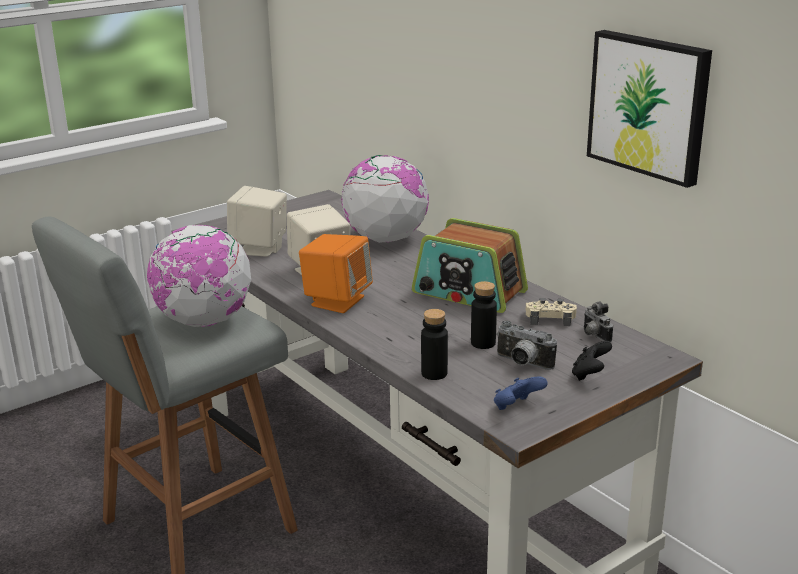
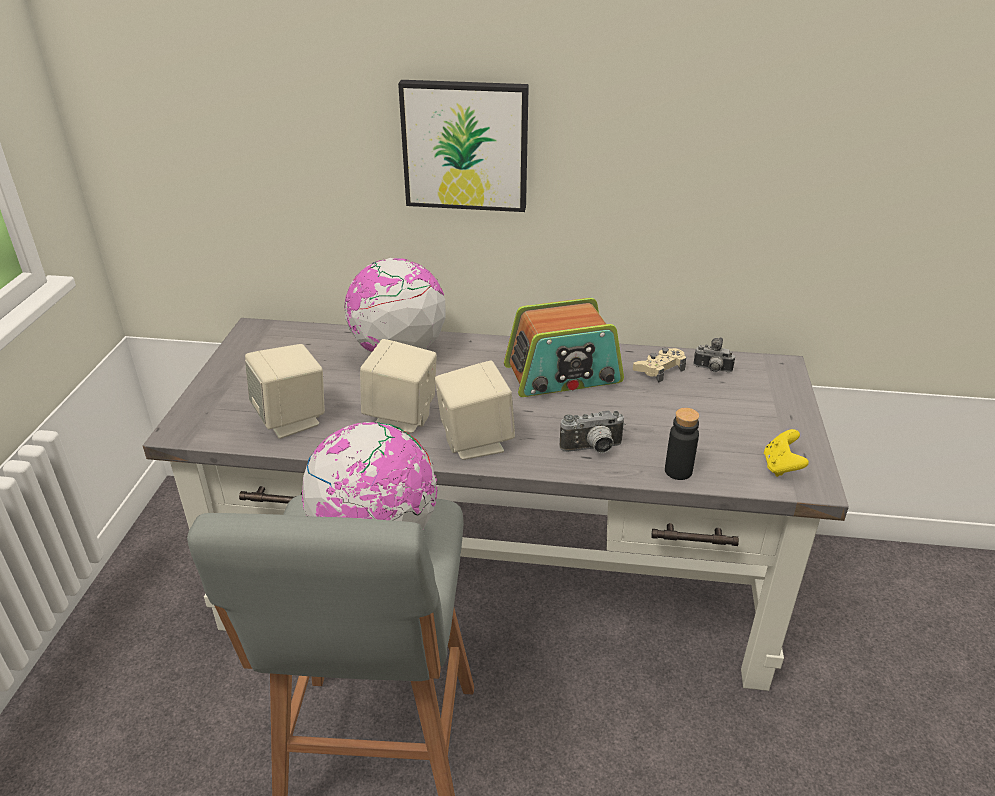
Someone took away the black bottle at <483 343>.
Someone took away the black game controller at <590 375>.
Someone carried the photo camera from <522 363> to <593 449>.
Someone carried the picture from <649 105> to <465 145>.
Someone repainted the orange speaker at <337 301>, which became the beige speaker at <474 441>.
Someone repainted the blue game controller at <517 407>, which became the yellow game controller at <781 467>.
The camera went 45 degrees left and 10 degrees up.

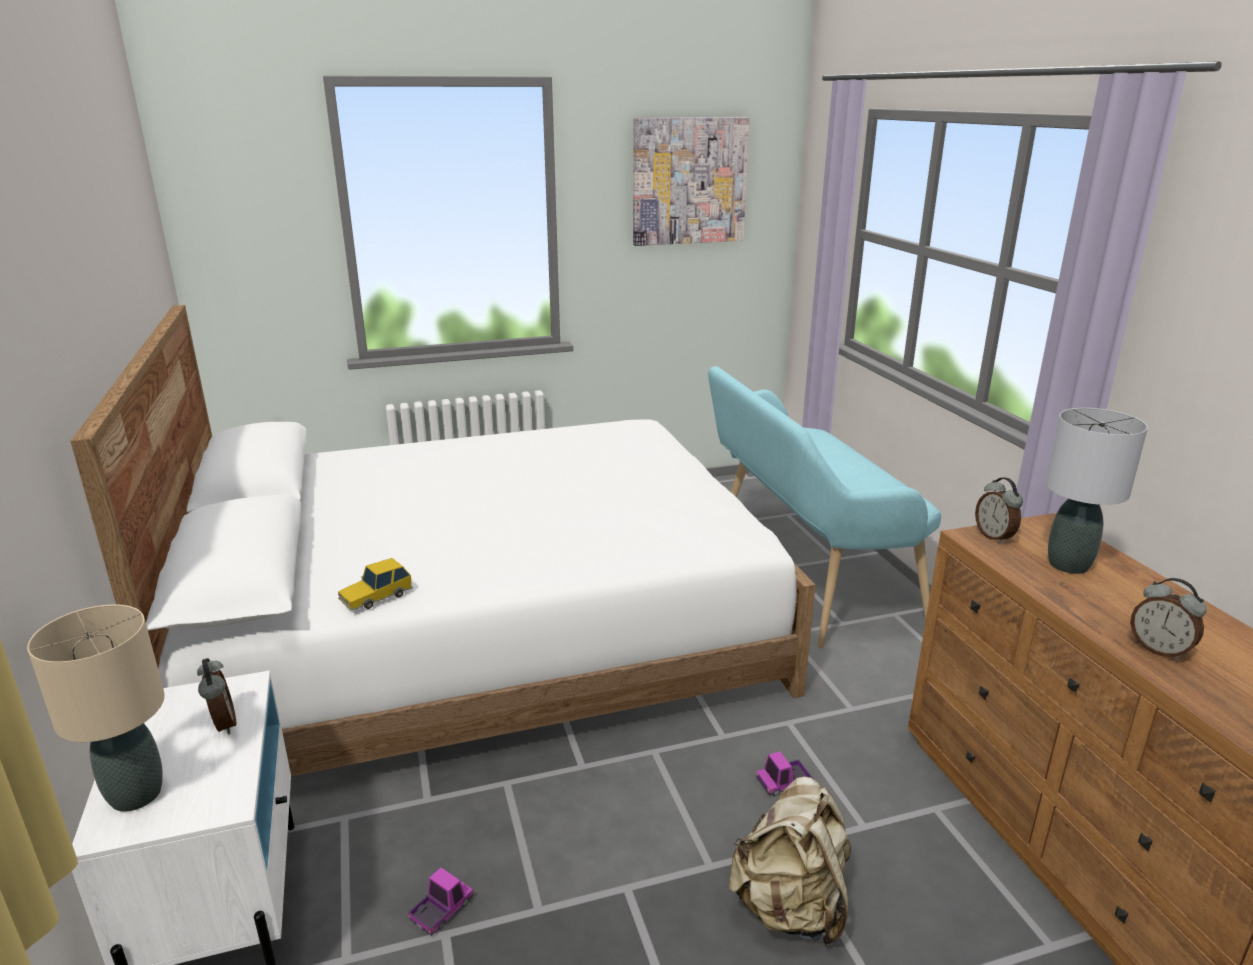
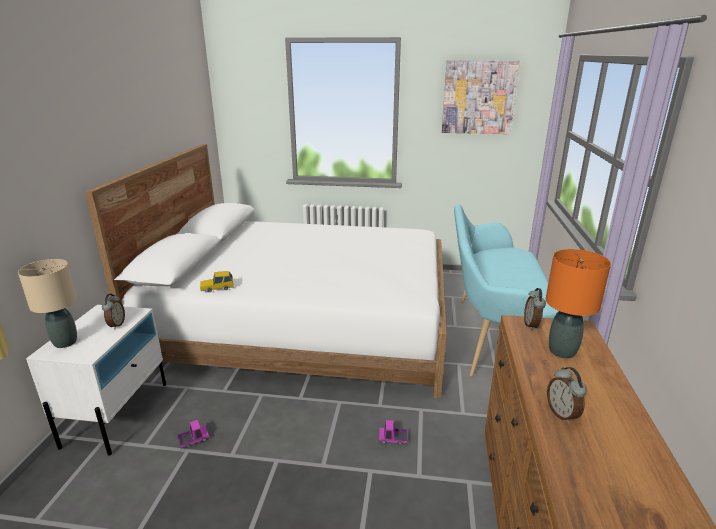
Someone took away the beige backpack at <790 908>.
Someone repainted the grey table lamp at <1067 564>, which became the orange table lamp at <561 351>.
The camera went 25 degrees right and 0 degrees up.

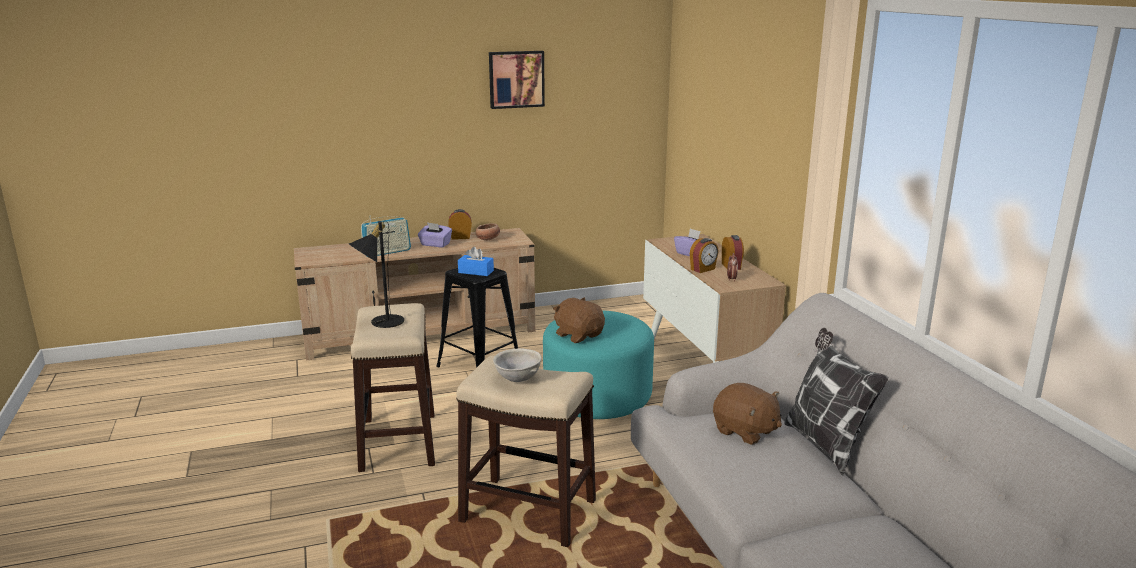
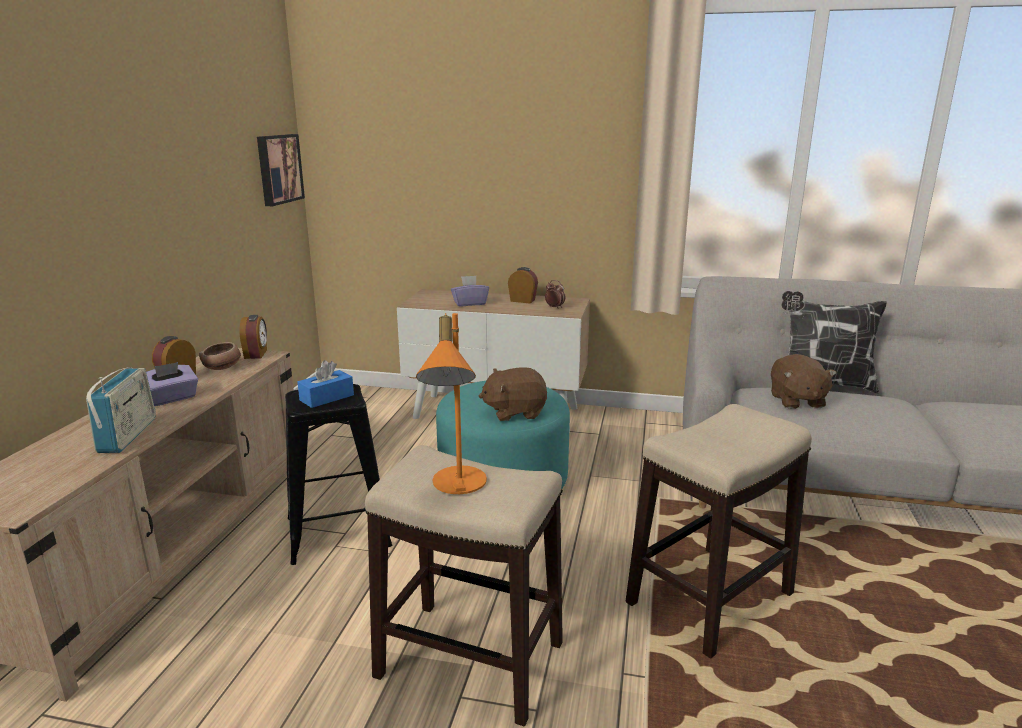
Someone took away the grey bowl at <517 379>.
Someone carried the picture from <516 79> to <278 169>.
Someone carried the alarm clock from <703 269> to <256 354>.
Someone repainted the black table lamp at <380 322>, which became the orange table lamp at <455 485>.
Someone rotated the brown plush toy at <745 431> by 105 degrees clockwise.
The camera went 60 degrees left and 0 degrees up.

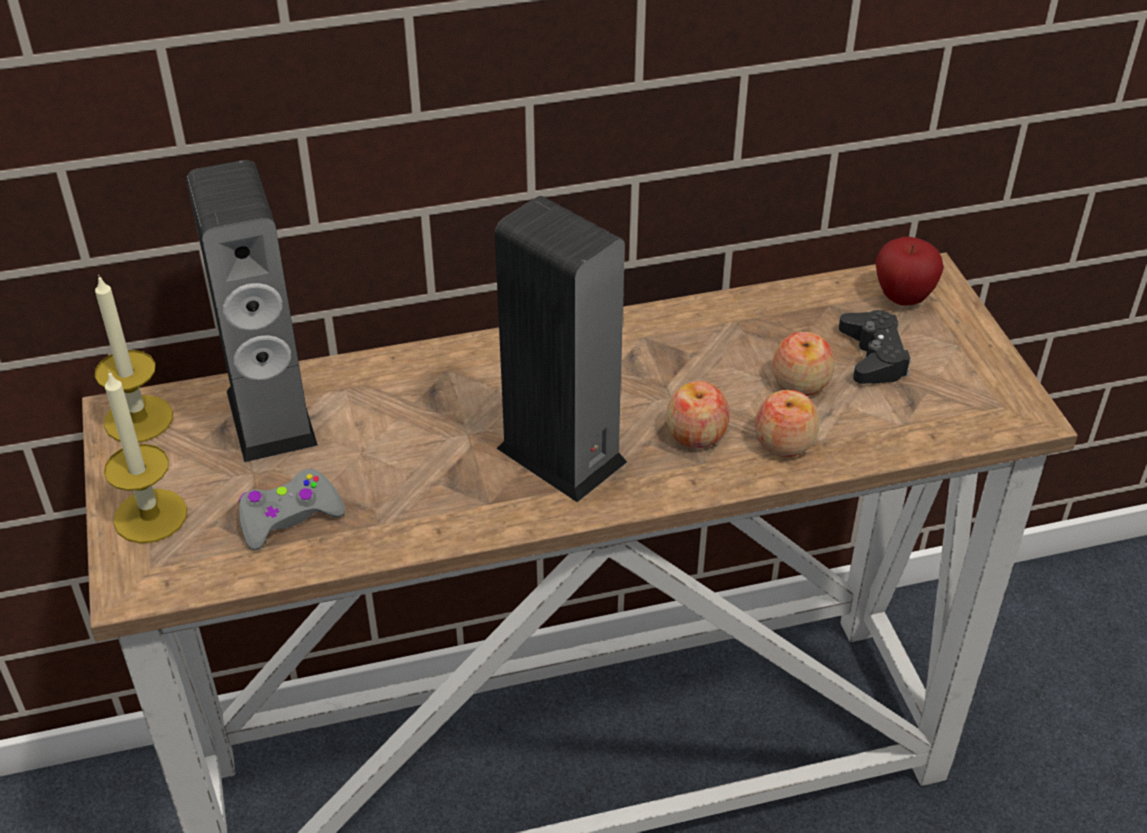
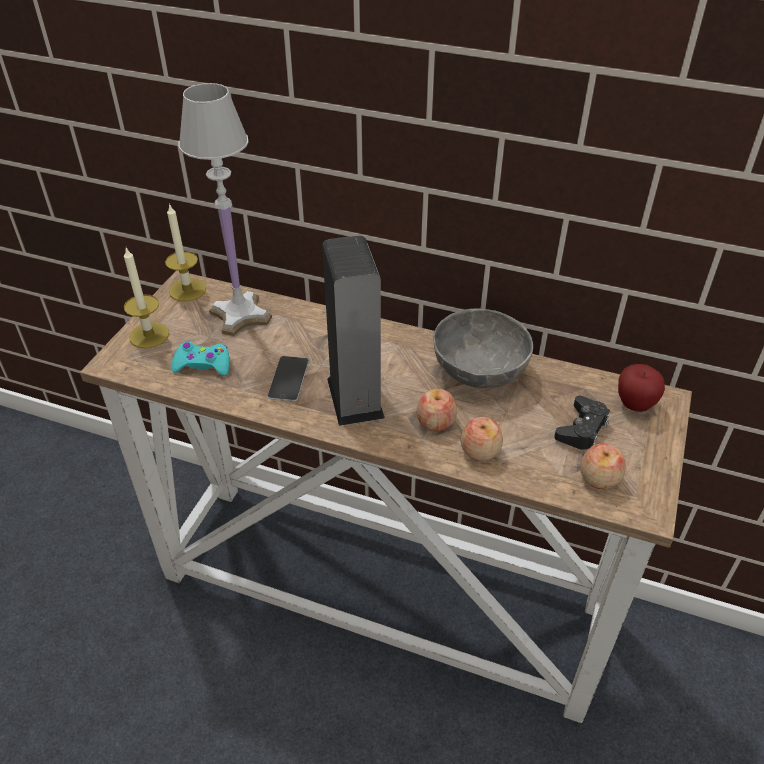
Someone put down the phone at <288 378>.
Someone put down the grey bowl at <479 370>.
Someone carried the apple from <800 383> to <599 478>.
Someone swapped the speaker at <271 417> for the white table lamp at <241 315>.
Someone repainted the grey game controller at <289 517>, which became the turquoise game controller at <203 365>.
The camera went 35 degrees right and 0 degrees up.

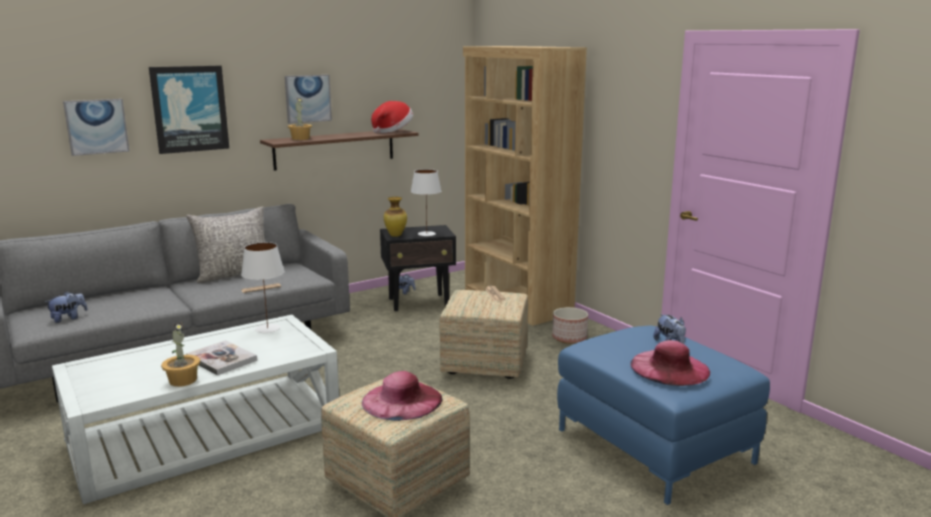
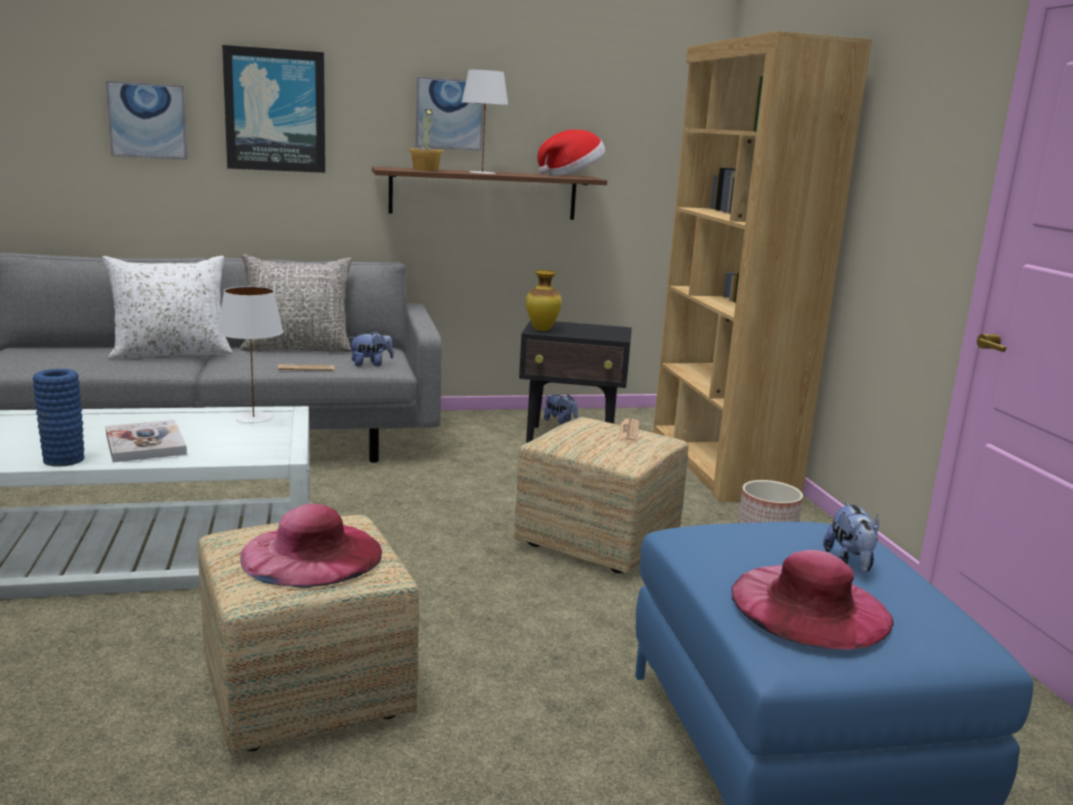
Someone put down the white pillow at <171 354>.
Someone carried the plush toy from <68 318> to <370 364>.
Someone carried the white table lamp from <426 234> to <482 173>.
Someone swapped the potted plant at <182 380> for the blue vase at <64 459>.
The camera went 20 degrees right and 0 degrees up.

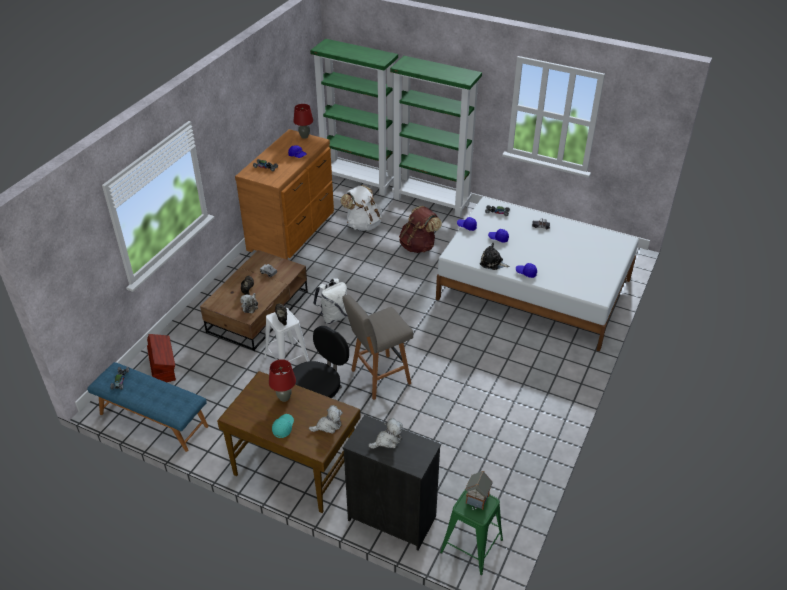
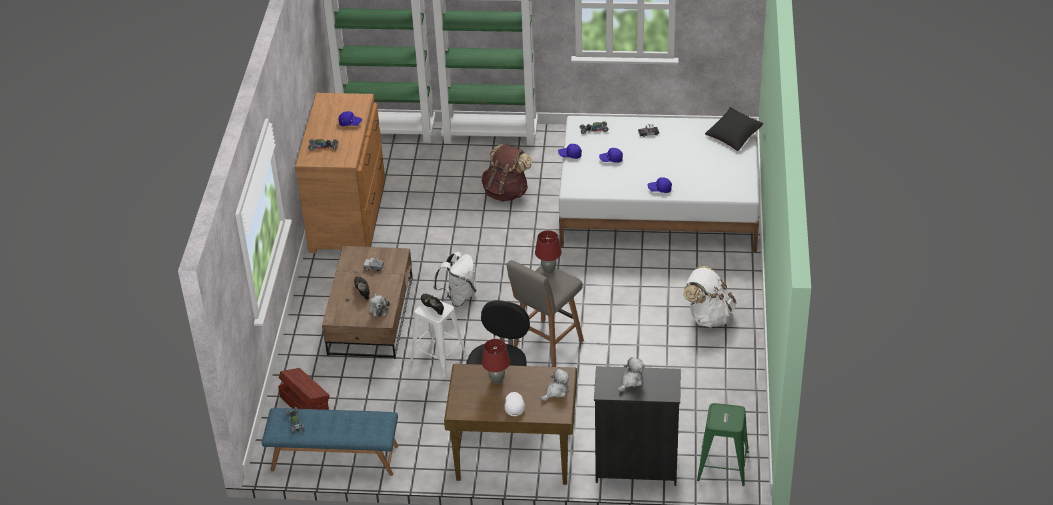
Someone took away the toy house at <477 500>.
Someone took away the plush toy at <492 263>.
Someone put down the black pillow at <733 135>.
Someone carried the red table lamp from <304 136> to <548 270>.
Someone carried the white backpack from <363 224> to <708 316>.
Someone repainted the turquoise cap at <283 428>, which became the white cap at <514 406>.
The camera went 20 degrees left and 0 degrees up.

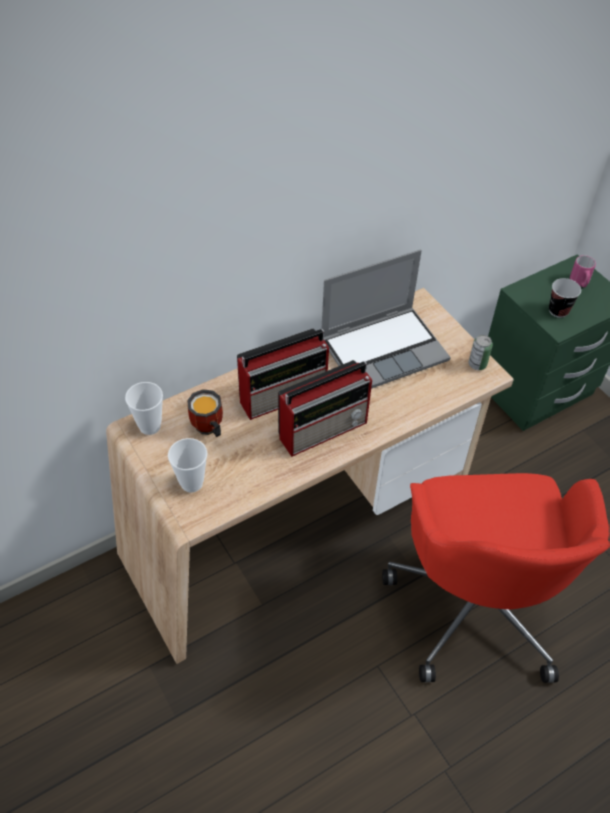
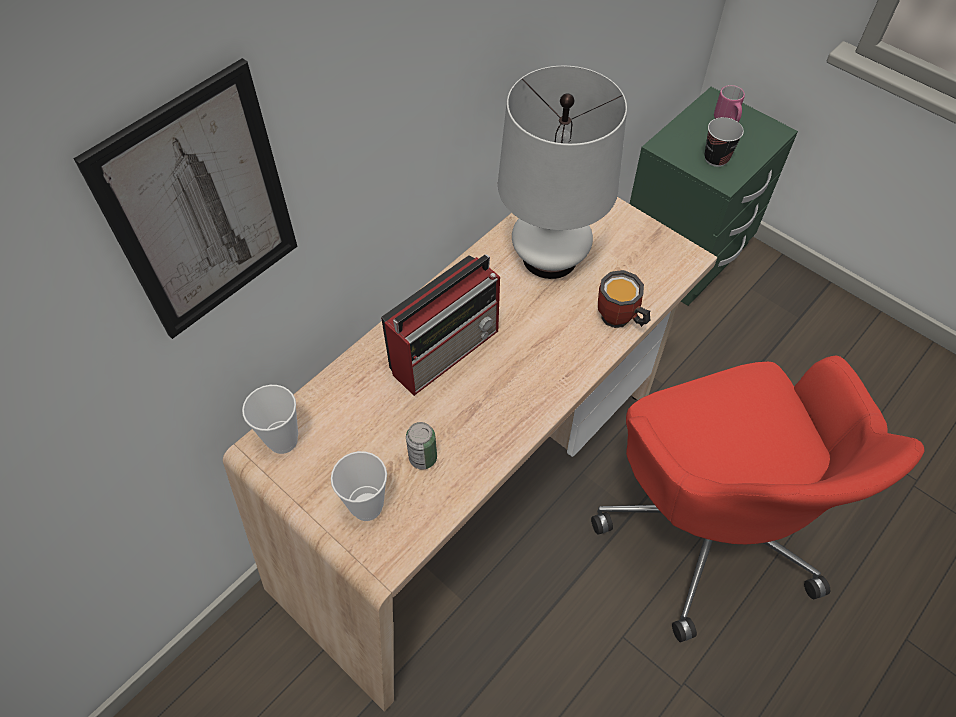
Someone took away the radio at <324 428>.
Someone put up the picture at <202 208>.
Someone carried the mug from <207 429> to <618 321>.
Someone carried the can from <477 364> to <423 458>.
Someone swapped the laptop at <384 349> for the white table lamp at <549 257>.
The camera went 15 degrees left and 5 degrees up.

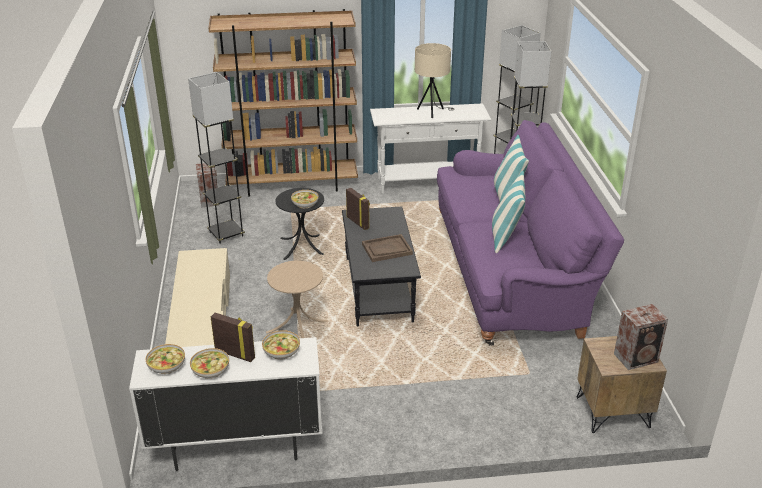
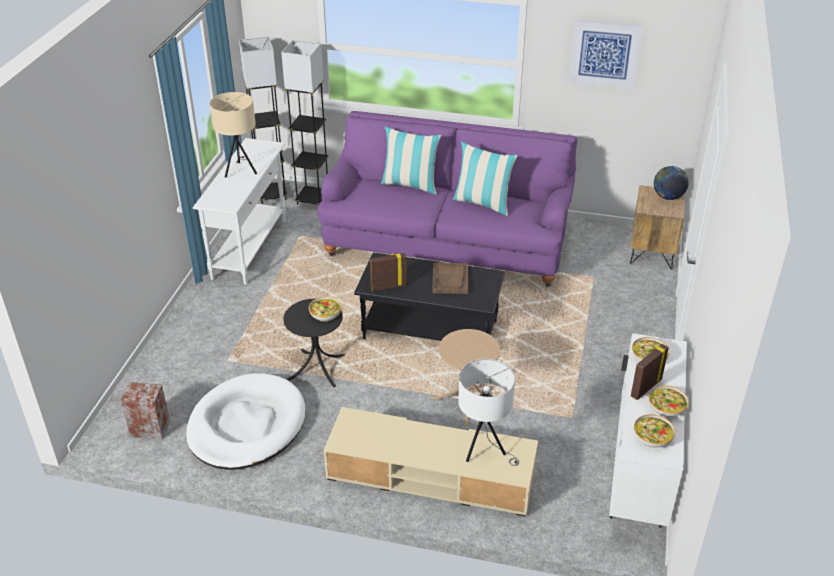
Someone took away the brown bookcase at <293 185>.
Someone put down the white table lamp at <485 451>.
Someone put up the picture at <604 53>.
Someone swapped the grey floor lamp at <226 234> for the white dog bed at <247 425>.
Someone swapped the speaker at <637 358> for the globe at <668 197>.
The camera went 70 degrees left and 5 degrees up.

